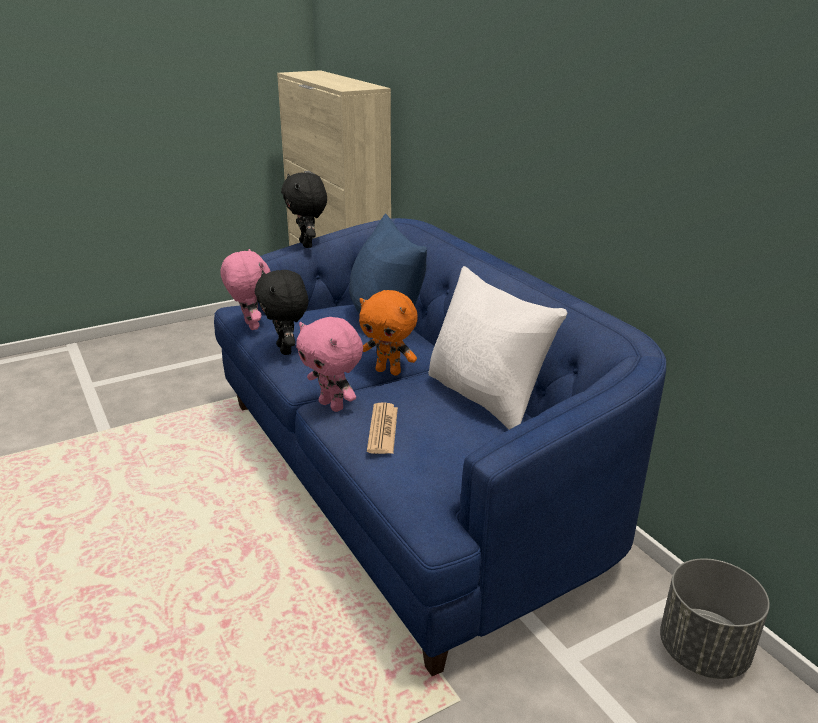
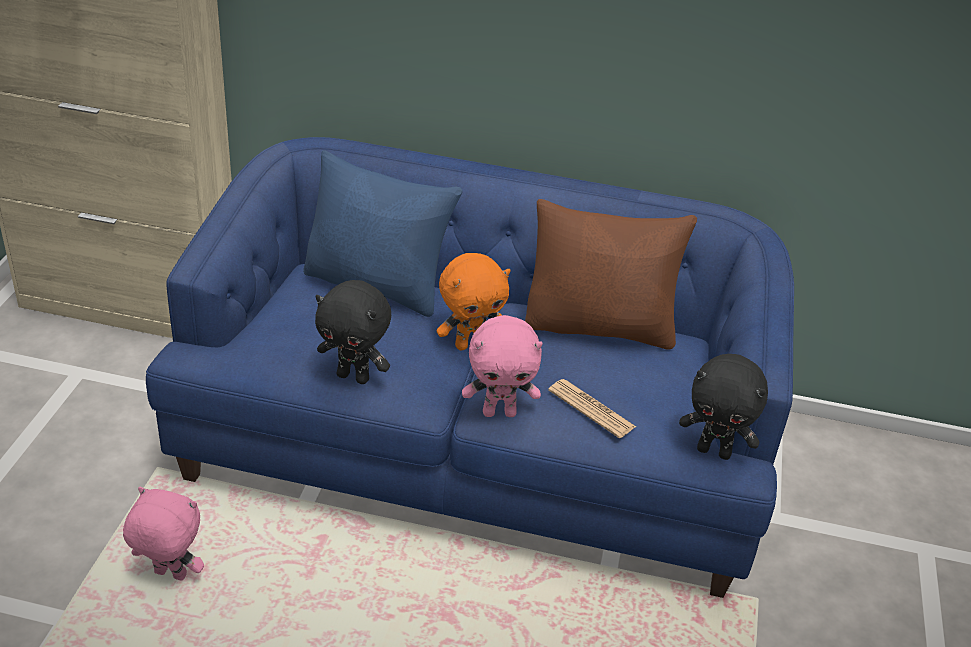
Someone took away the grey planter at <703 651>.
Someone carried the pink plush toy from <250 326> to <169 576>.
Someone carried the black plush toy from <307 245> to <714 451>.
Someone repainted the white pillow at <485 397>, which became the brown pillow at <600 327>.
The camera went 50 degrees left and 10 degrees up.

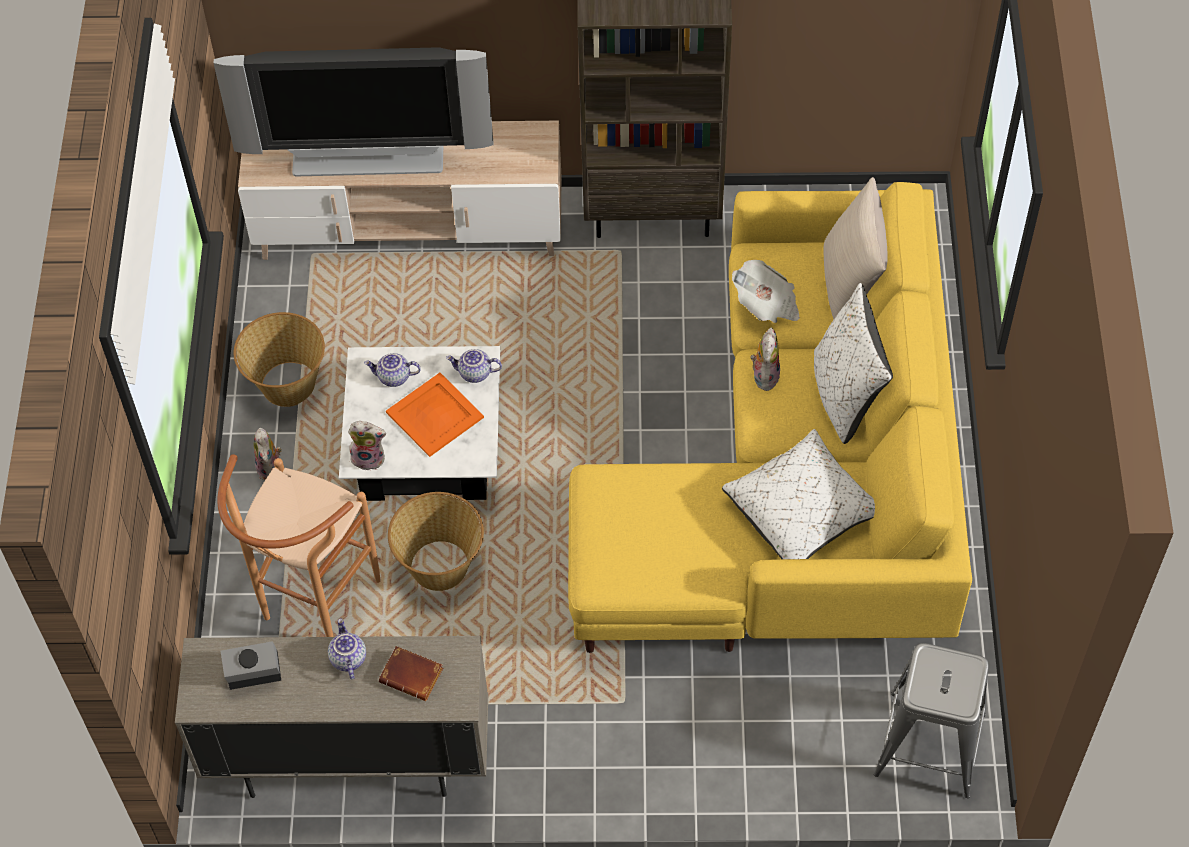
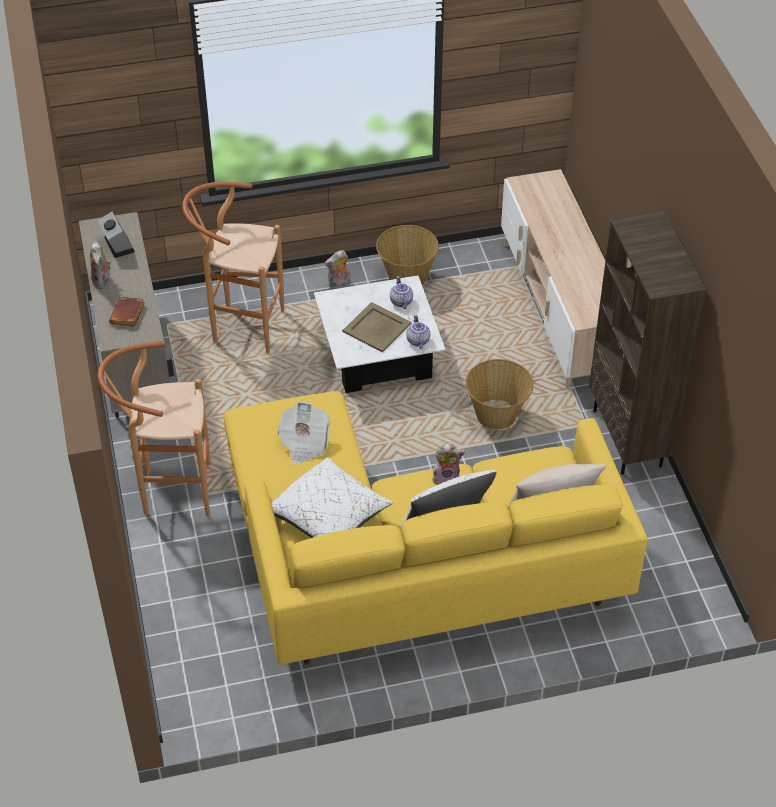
Someone took away the television at <368 158>.
Someone took away the teapot at <347 658>.
Someone took away the grey stool at <929 743>.
Someone put down the brown stool at <169 491>.
Someone carried the plush toy from <369 457> to <103 281>.
Someone carried the basket from <440 565> to <497 415>.
Someone carried the newspaper from <766 305> to <304 443>.
Someone repainted the orange tray at <435 414>, which became the beige tray at <377 327>.
The camera went 75 degrees right and 10 degrees down.

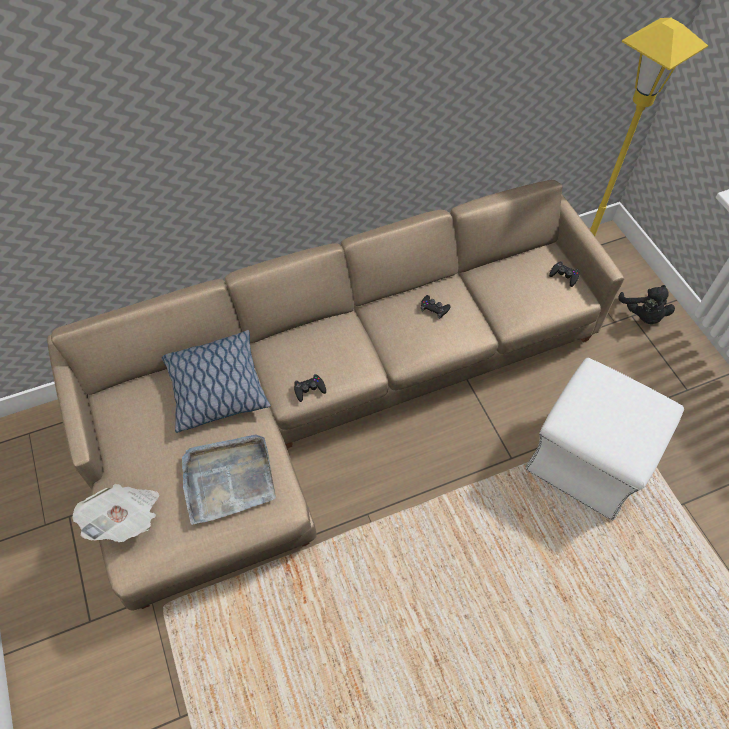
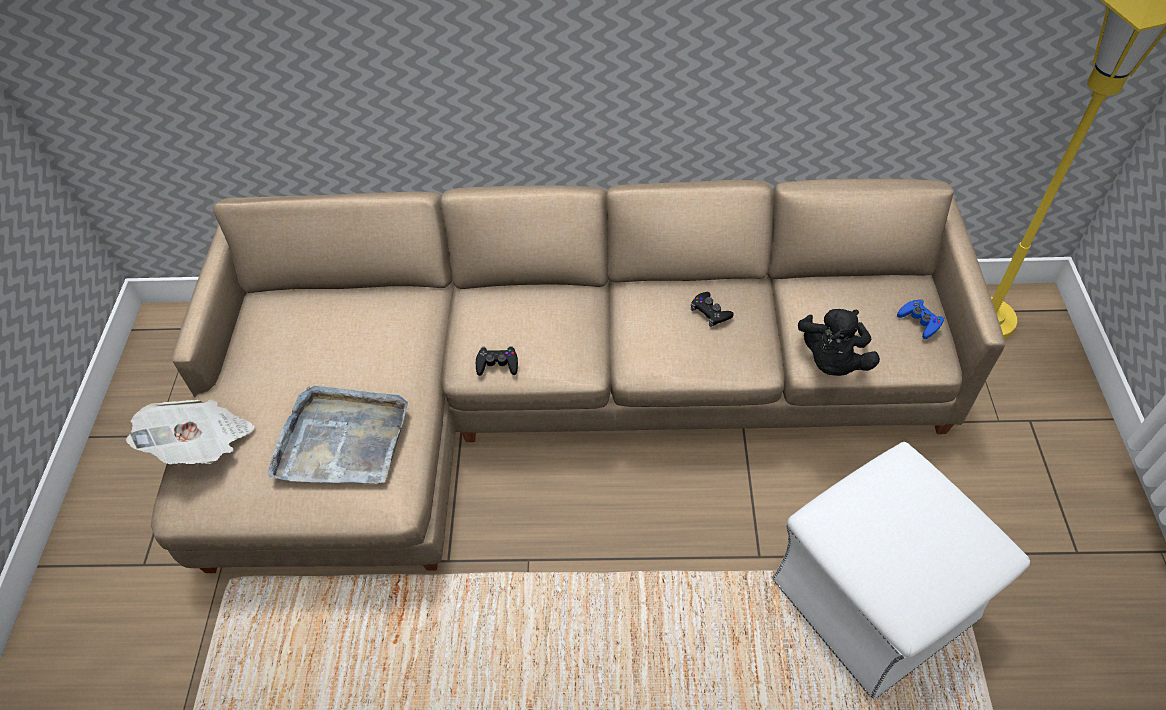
Someone took away the pillow at <215 387>.
Someone carried the black plush toy from <642 315> to <831 361>.
Someone repainted the black game controller at <564 275>, which became the blue game controller at <920 321>.
The camera went 25 degrees right and 5 degrees down.

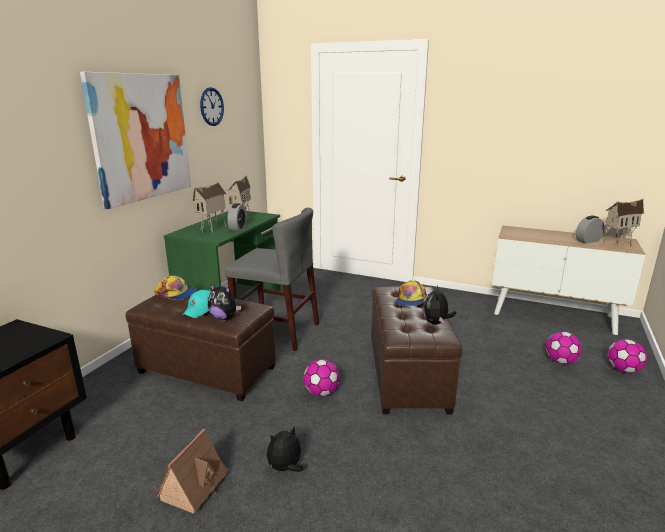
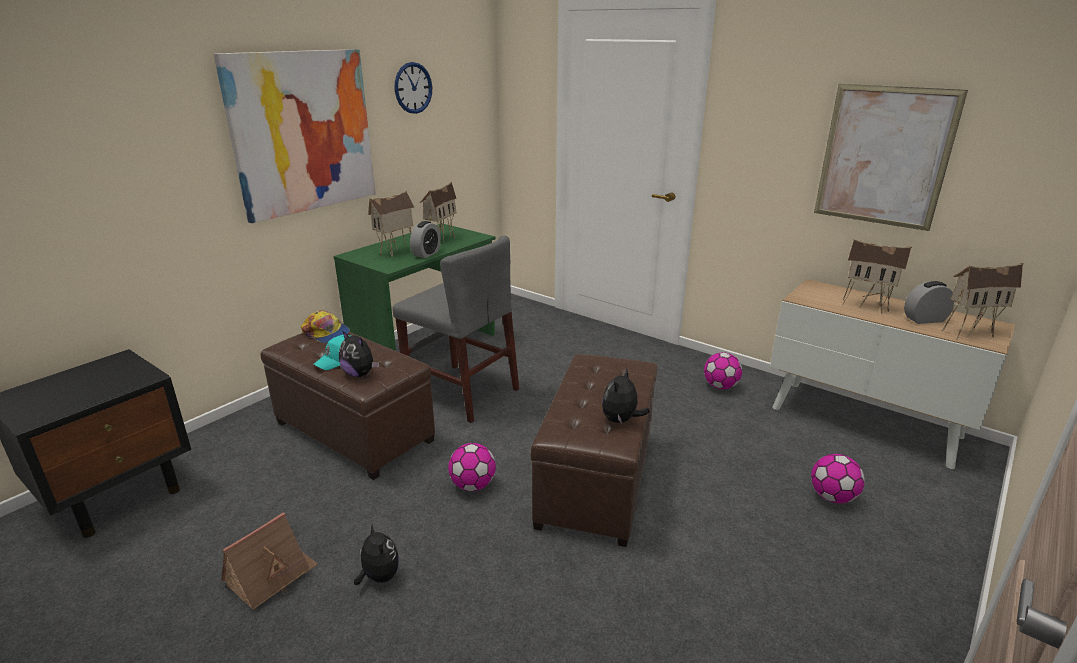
Someone took away the cap at <410 300>.
Someone put up the picture at <884 156>.
Someone put down the toy house at <866 306>.
Someone carried the football from <623 370> to <720 386>.
Someone rotated the plush toy at <285 468> by 75 degrees clockwise.
The camera went 15 degrees right and 5 degrees up.

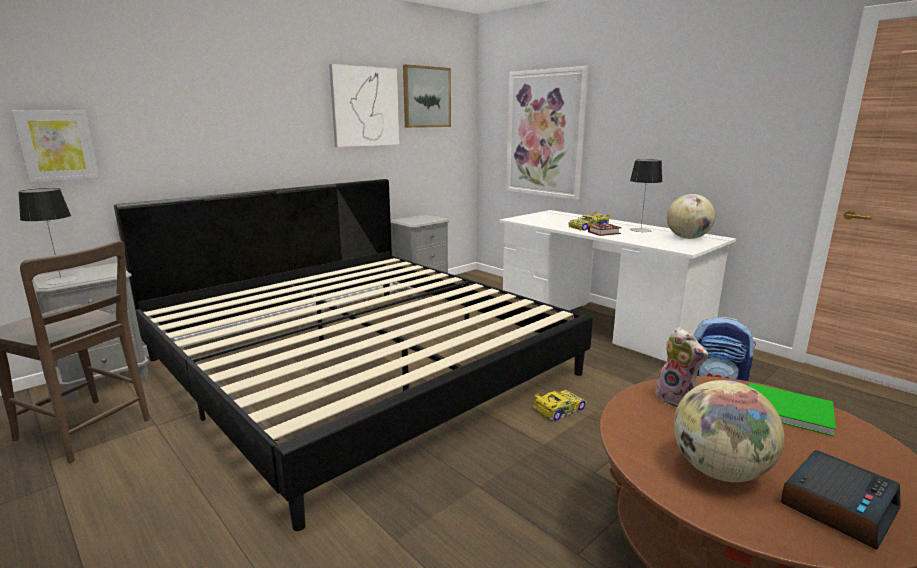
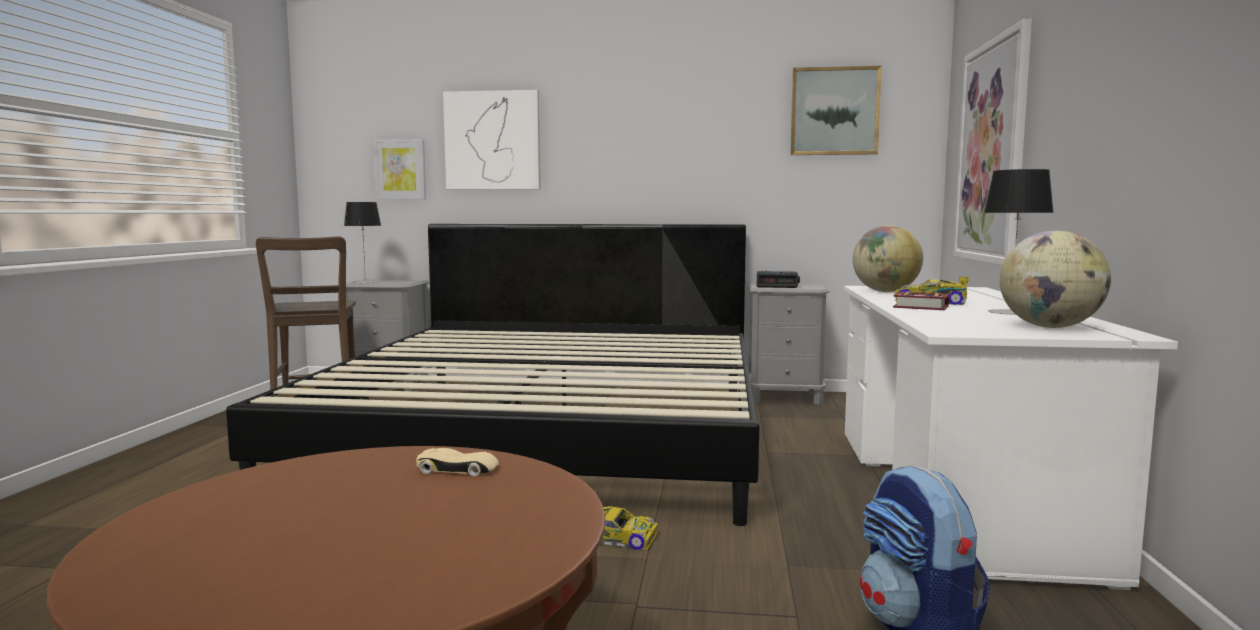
Someone took away the green book at <784 408>.
Someone carried the picture from <365 107> to <492 140>.
Someone carried the globe from <718 471> to <885 291>.
Someone carried the alarm clock from <837 505> to <777 285>.
Someone swapped the plush toy at <677 399> for the beige toy car at <458 469>.
The camera went 50 degrees right and 10 degrees down.

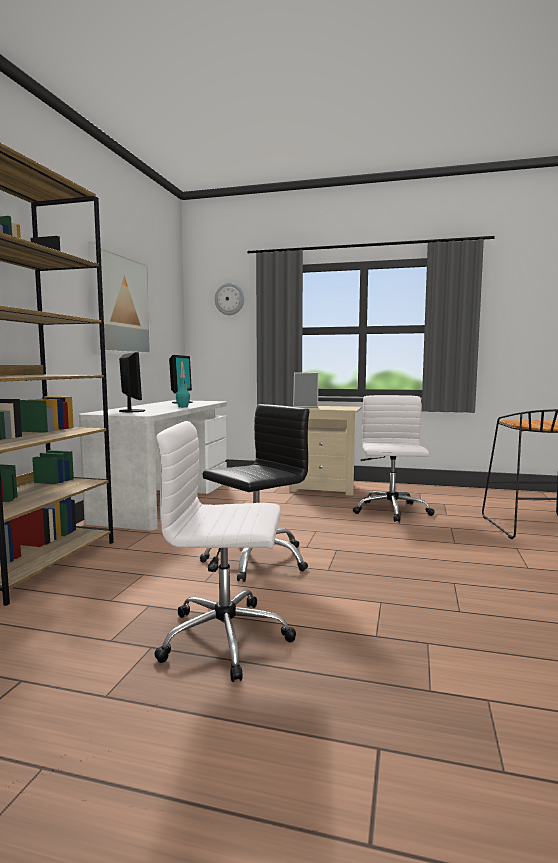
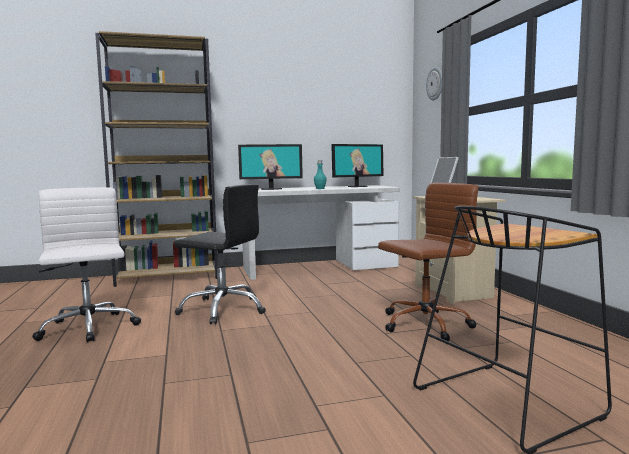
Someone took away the picture at <121 304>.
Someone repainted the white office chair at <391 511>, which became the brown office chair at <423 324>.
Someone rotated the monitor at <131 411> by 45 degrees clockwise.
The camera went 60 degrees right and 0 degrees up.

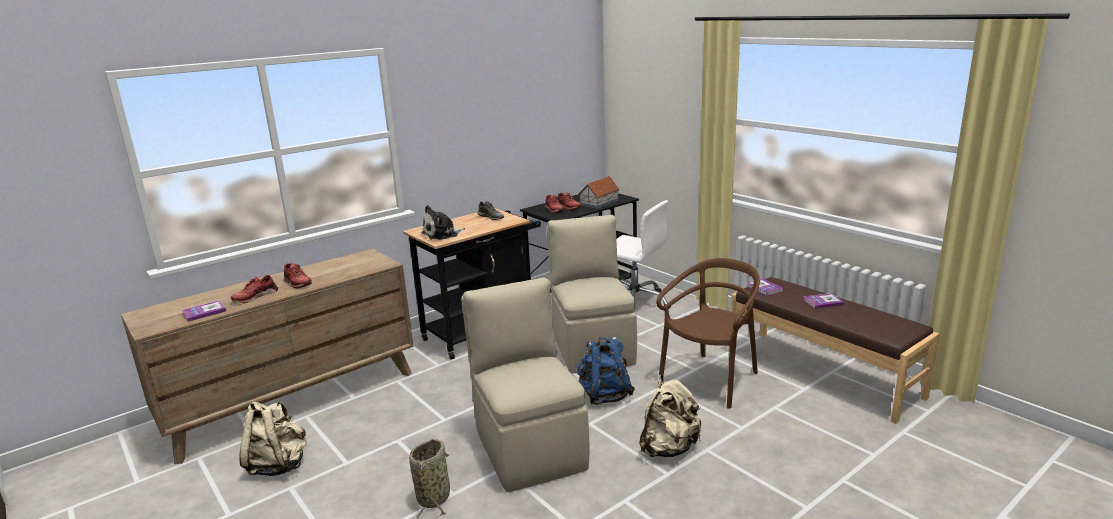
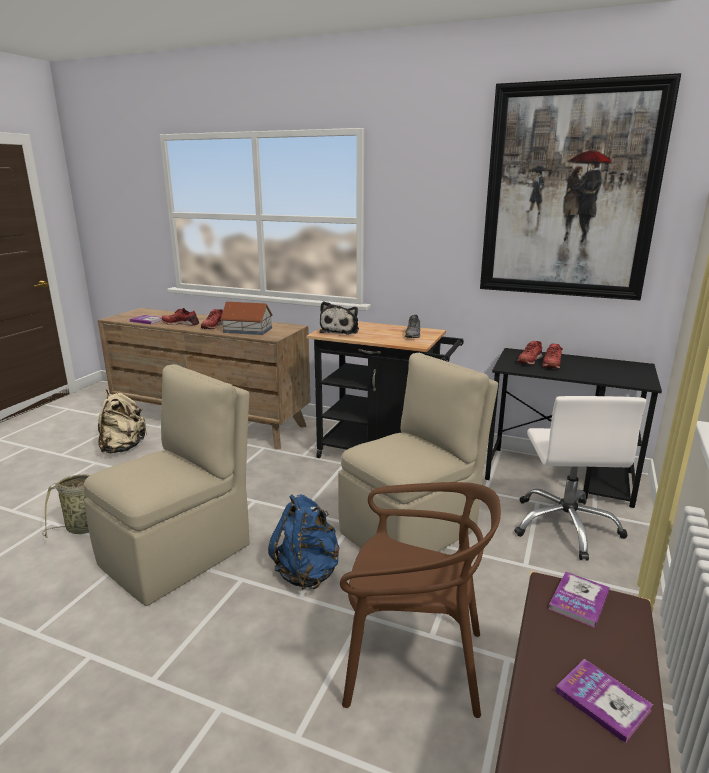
Someone took away the beige backpack at <668 448>.
Someone put up the picture at <569 193>.
Someone carried the toy house from <599 202> to <248 330>.
Someone rotated the plush toy at <442 234> by 105 degrees counterclockwise.
The camera went 60 degrees right and 0 degrees up.

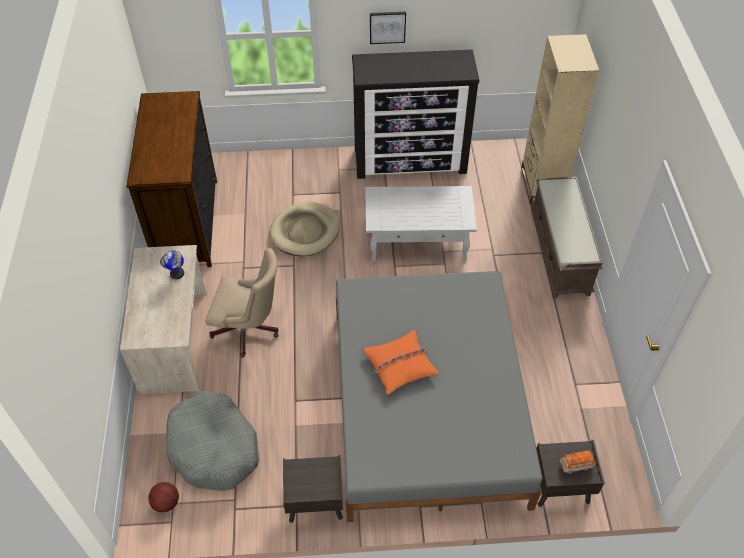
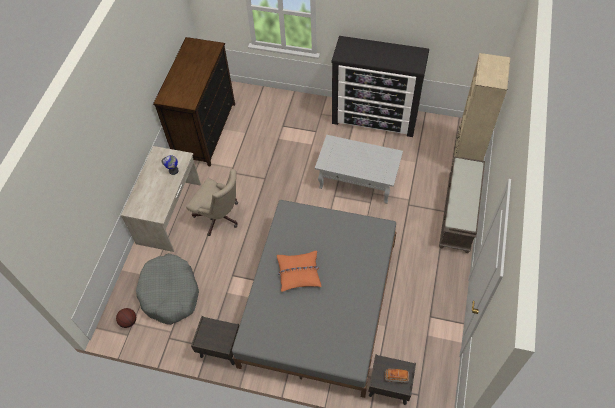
Someone took away the beige dog bed at <305 231>.
Someone took away the picture at <387 27>.
The camera went 20 degrees right and 5 degrees up.

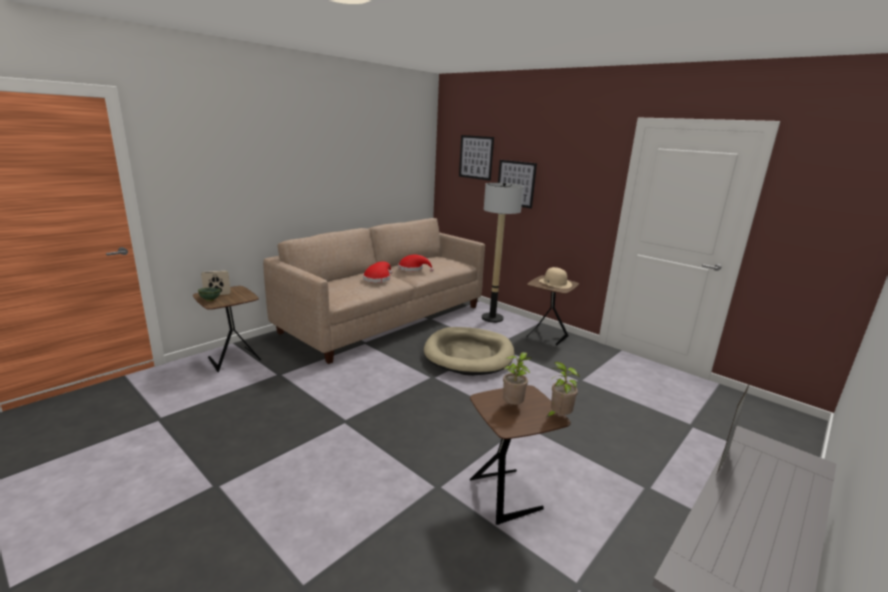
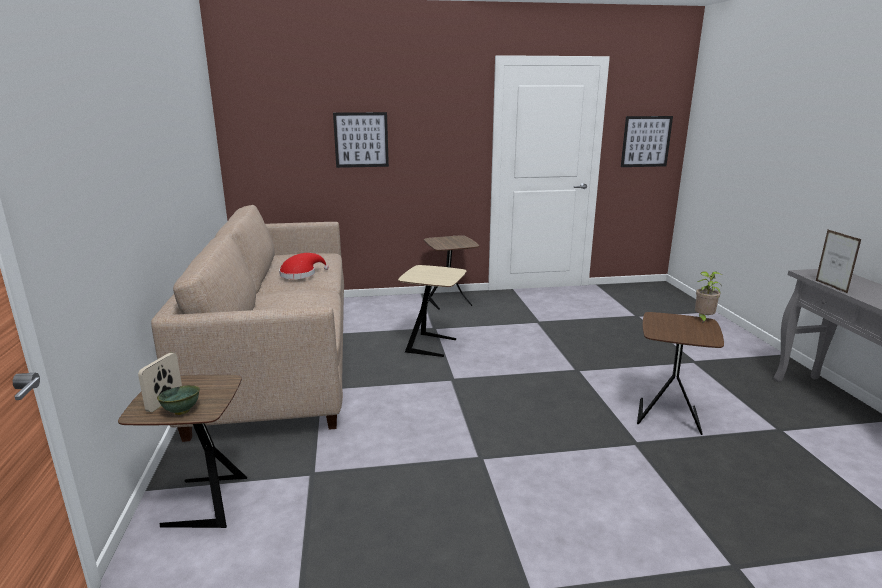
Someone took away the red hat at <378 278>.
Someone took away the floor lamp at <492 318>.
Someone took away the potted plant at <513 406>.
Someone took away the beige hat at <555 283>.
Someone carried the picture from <476 157> to <646 141>.
Someone swapped the beige dog bed at <469 354> for the beige side table at <433 345>.
The camera went 50 degrees left and 0 degrees up.

